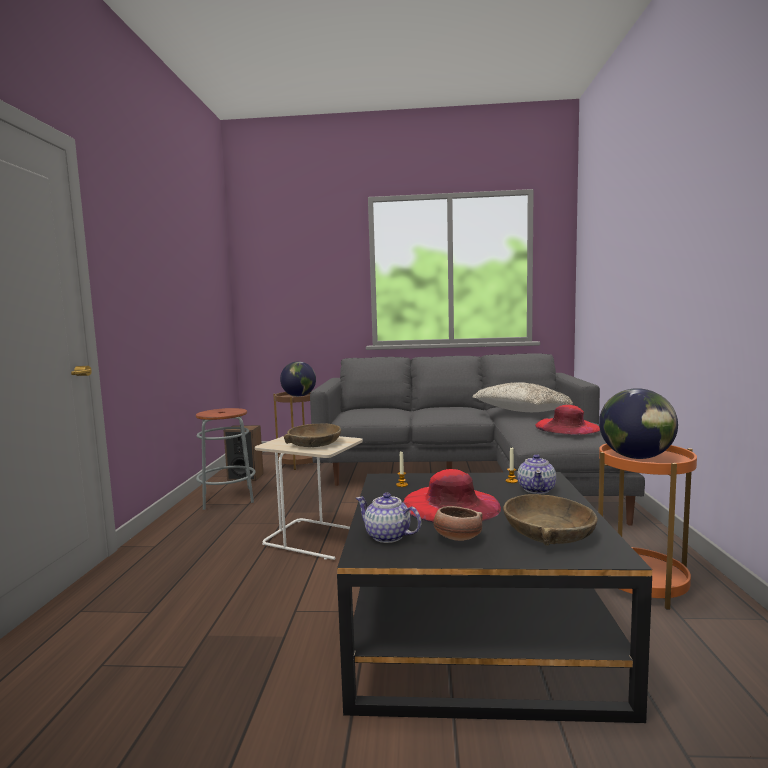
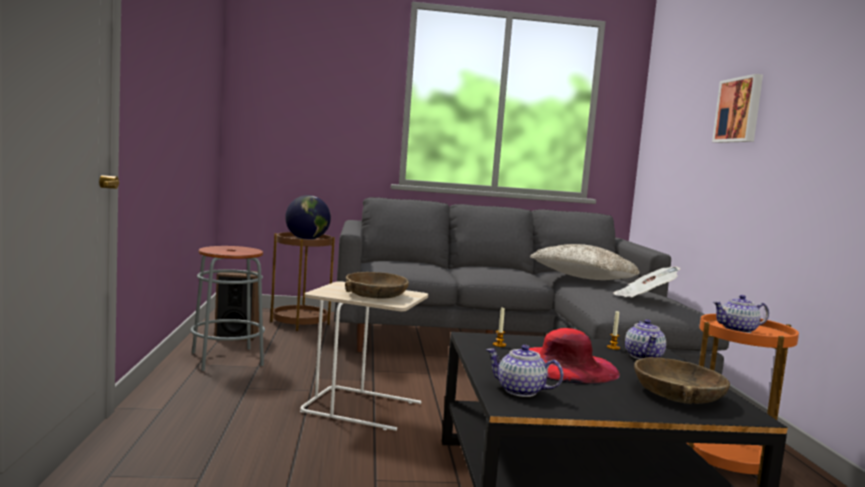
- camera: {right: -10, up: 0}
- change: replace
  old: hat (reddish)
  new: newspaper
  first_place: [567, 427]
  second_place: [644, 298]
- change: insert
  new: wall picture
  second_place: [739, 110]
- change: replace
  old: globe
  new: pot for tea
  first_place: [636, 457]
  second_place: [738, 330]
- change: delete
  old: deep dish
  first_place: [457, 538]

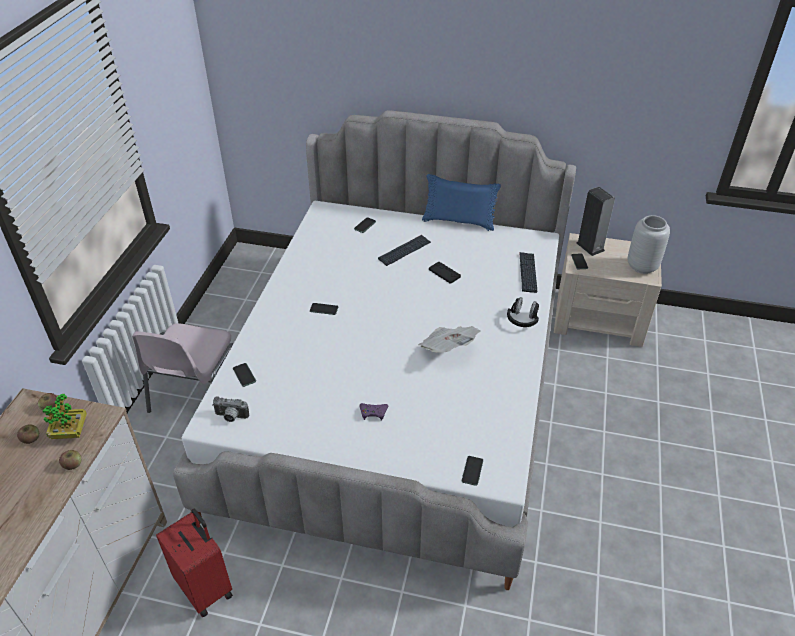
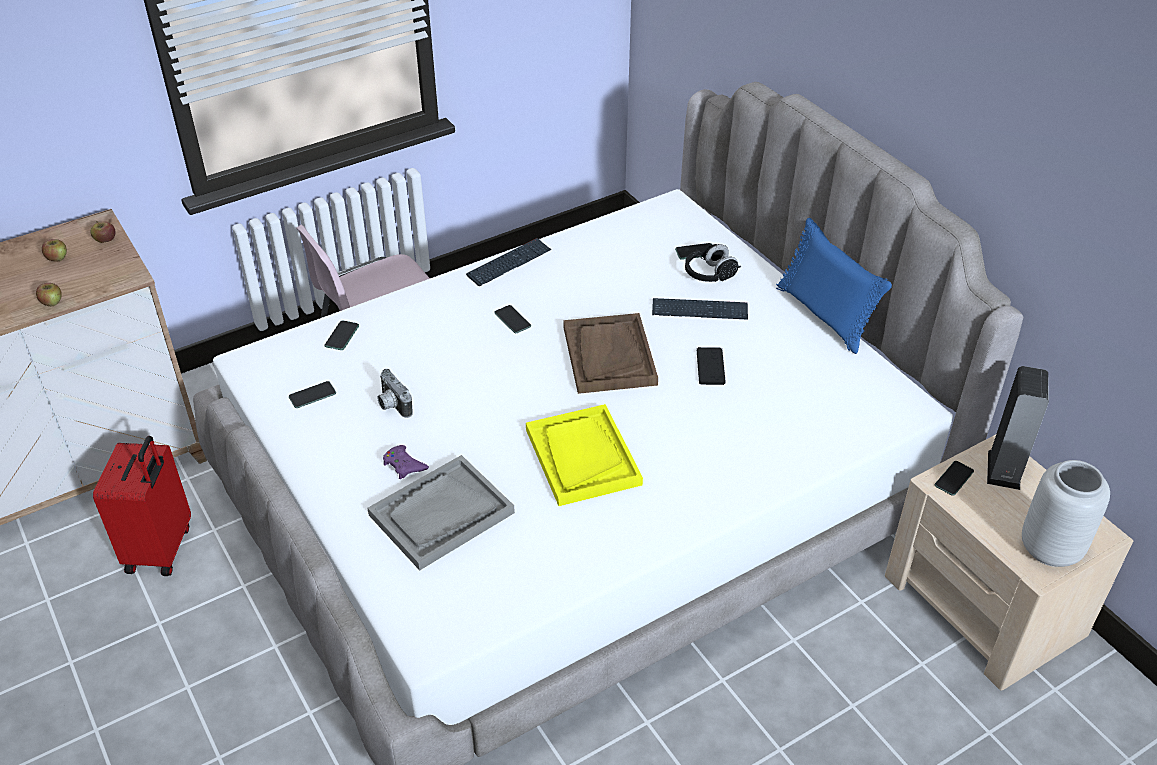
- camera: {right: 45, up: 0}
- change: move
  old: handset
  first_place: [472, 471]
  second_place: [312, 395]
- change: insert
  new: tray (gray)
  second_place: [441, 514]
- change: move
  old: photo camera
  first_place: [231, 417]
  second_place: [392, 405]
- change: move
  old: PC keyboard
  first_place: [527, 273]
  second_place: [509, 263]
- change: replace
  old: newspaper
  new: tray (yellow-coloured)
  first_place: [448, 349]
  second_place: [582, 457]
- change: insert
  new: tray (brownish)
  second_place: [609, 355]
- change: move
  old: headphones (black)
  first_place: [522, 320]
  second_place: [710, 275]
- change: delete
  old: houseplant
  first_place: [70, 432]

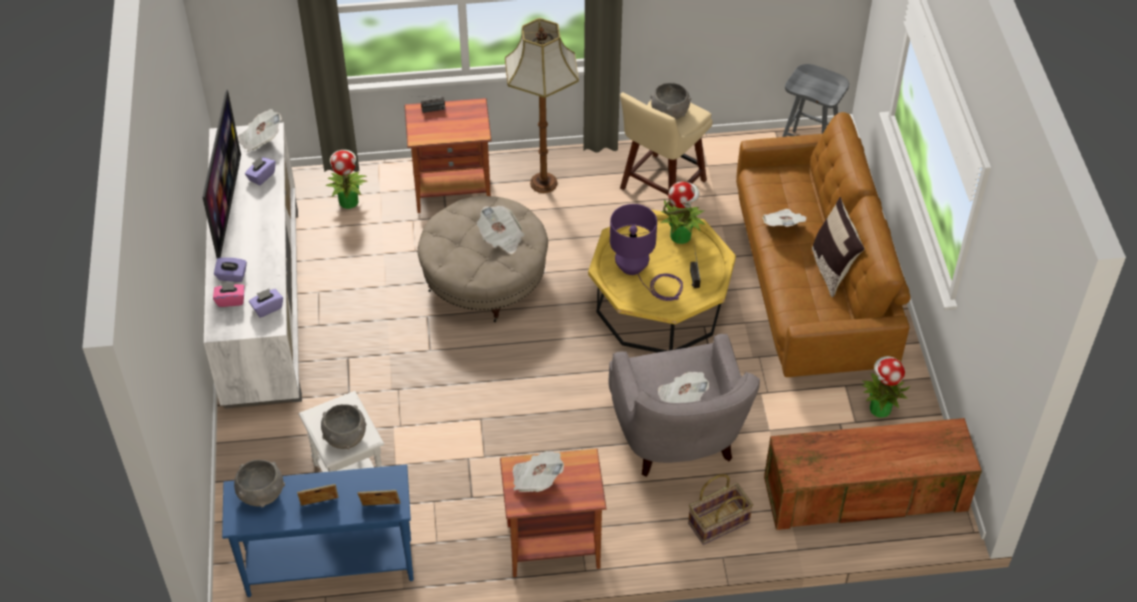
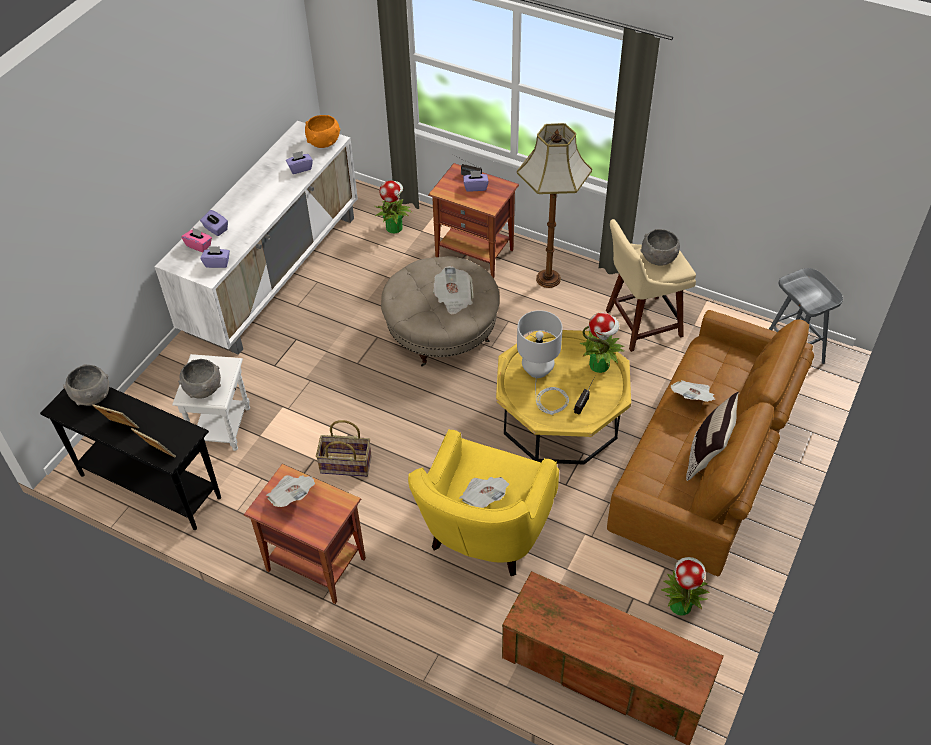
- camera: {right: 35, up: 0}
- change: recolor
  old: hall table (bluish)
  new: hall table (black)
  first_place: [329, 569]
  second_place: [148, 487]
- change: replace
  old: newspaper
  new: deep dish (orangey)
  first_place: [260, 139]
  second_place: [323, 142]
- change: move
  old: basket
  first_place: [719, 524]
  second_place: [345, 465]
- change: recolor
  old: easy chair (gray)
  new: easy chair (yellow-coloured)
  first_place: [678, 439]
  second_place: [484, 534]
- change: insert
  new: tissue box (purple-coloured)
  second_place: [475, 187]
- change: recolor
  old: lamp for a table (purple-coloured)
  new: lamp for a table (white)
  first_place: [645, 275]
  second_place: [543, 382]
- change: delete
  old: TV
  first_place: [227, 206]

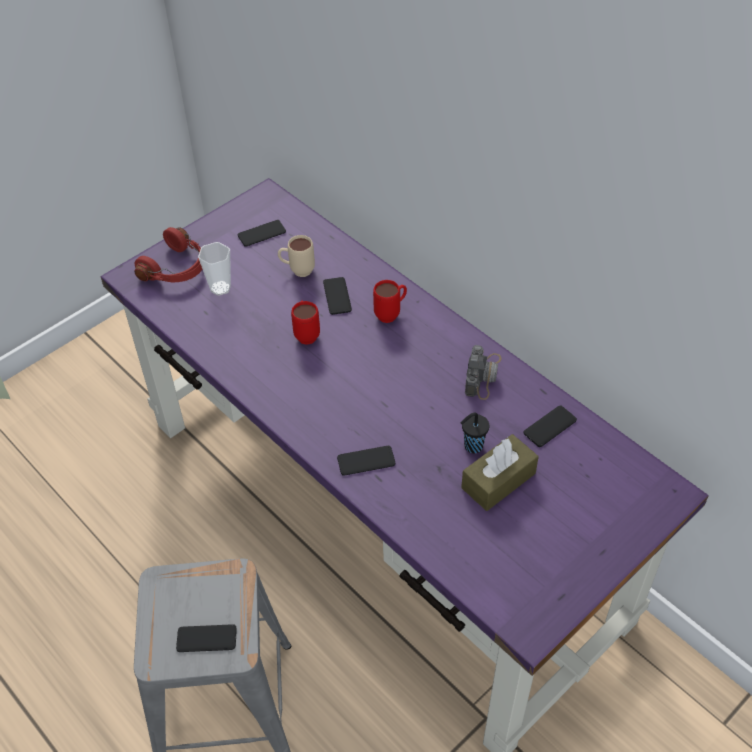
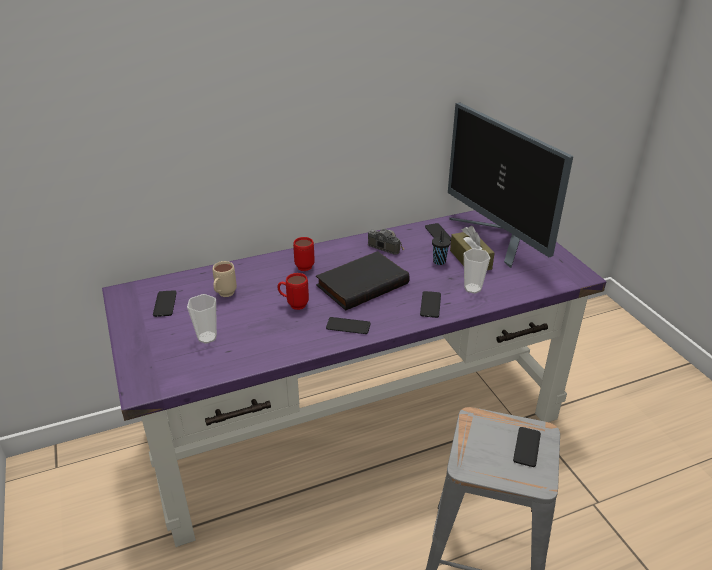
- camera: {right: -70, up: -15}
- change: insert
  new: book (black)
  second_place: [361, 283]
- change: move
  old: handset
  first_place: [337, 296]
  second_place: [348, 326]
- change: insert
  new: computer screen
  second_place: [497, 239]
- change: insert
  new: drinking cup
  second_place: [472, 288]
- change: delete
  old: headphones (reddish)
  first_place: [176, 269]

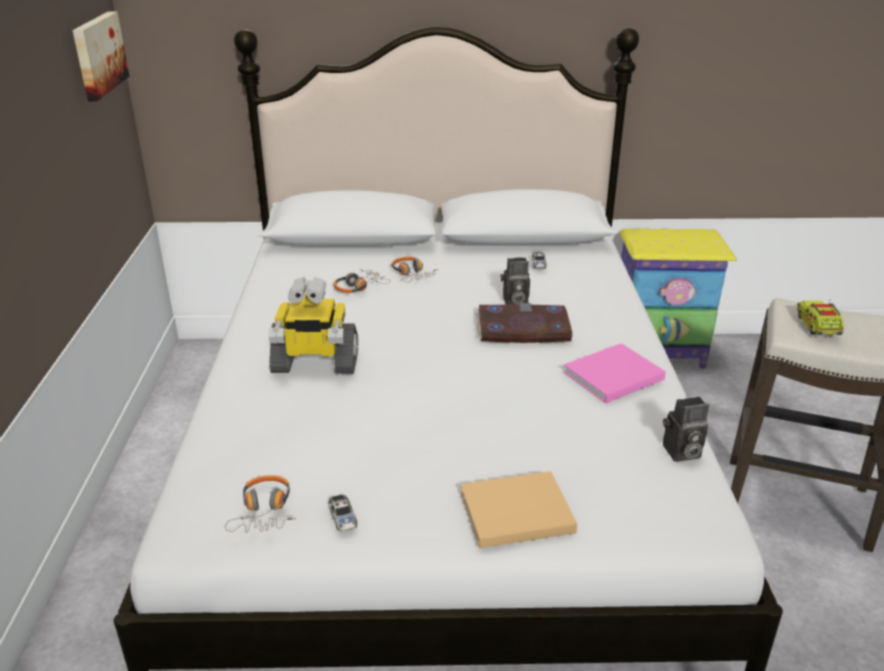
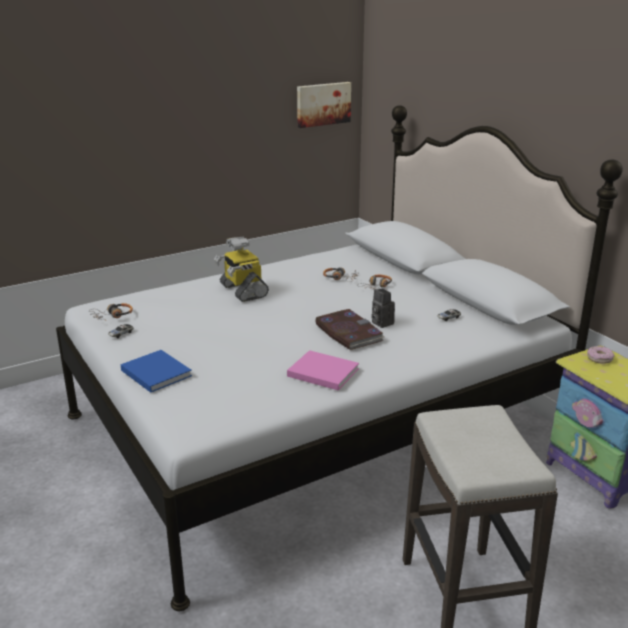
- camera: {right: 60, up: -5}
- change: recolor
  old: book (sand-coloured)
  new: book (bluish)
  first_place: [513, 513]
  second_place: [155, 372]
- change: insert
  new: doughnut
  second_place: [599, 358]
- change: delete
  old: photo camera
  first_place: [680, 453]
- change: delete
  old: toy truck
  first_place: [817, 326]

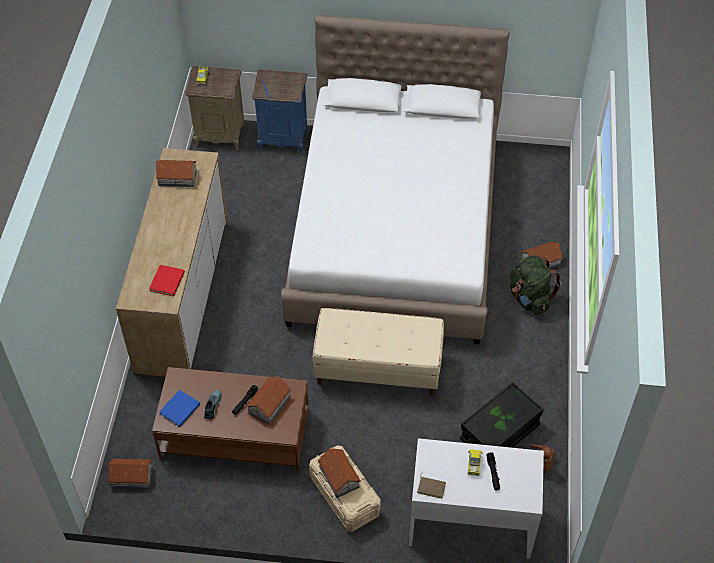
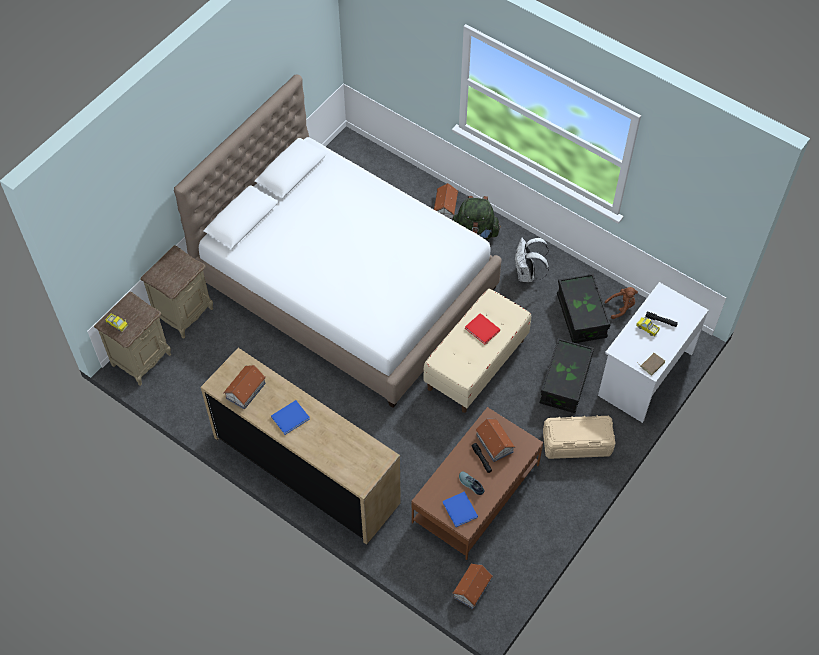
- camera: {right: -60, up: 5}
- change: recolor
  old: bedside table (bluish)
  new: bedside table (sand-coloured)
  first_place: [283, 139]
  second_place: [185, 314]
- change: insert
  new: book (bluish)
  second_place: [291, 417]
- change: move
  old: book (reddish)
  first_place: [166, 282]
  second_place: [483, 330]
- change: insert
  new: backpack (white)
  second_place: [527, 274]
- change: insert
  new: storage bin (black)
  second_place: [565, 383]
- change: delete
  old: toy house
  first_place: [339, 476]

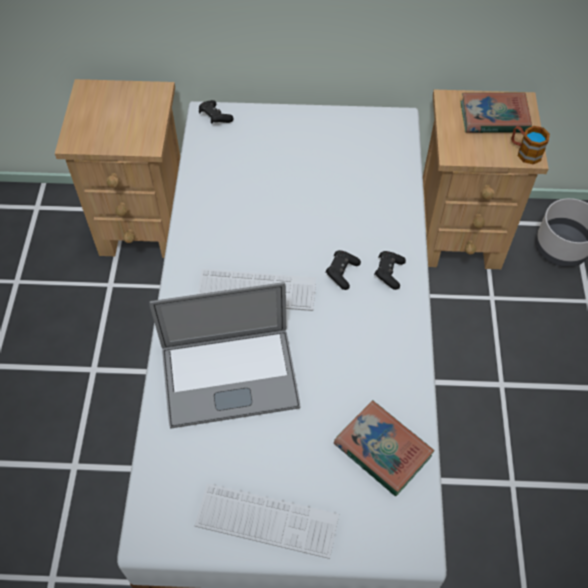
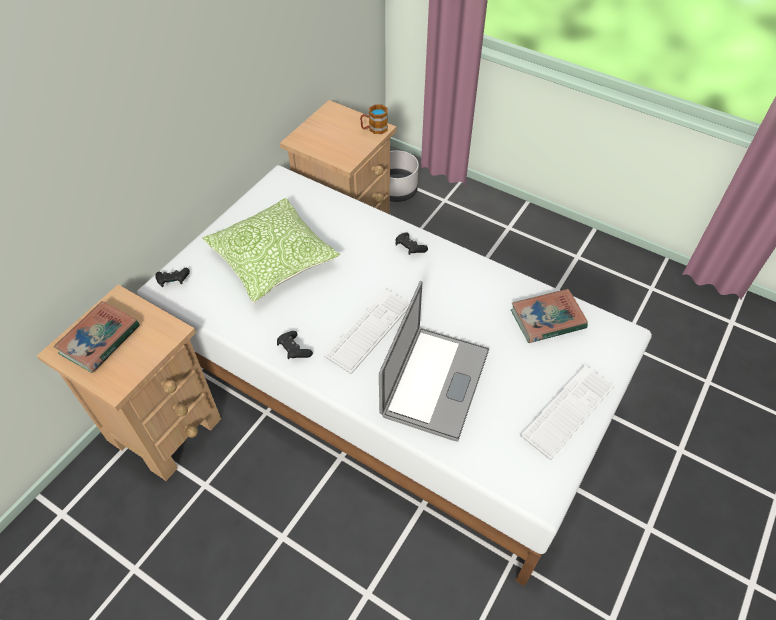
- camera: {right: -60, up: -5}
- change: move
  old: book
  first_place: [494, 117]
  second_place: [99, 339]
- change: insert
  new: cushion
  second_place: [273, 259]
- change: move
  old: joypad (black)
  first_place: [341, 273]
  second_place: [294, 350]

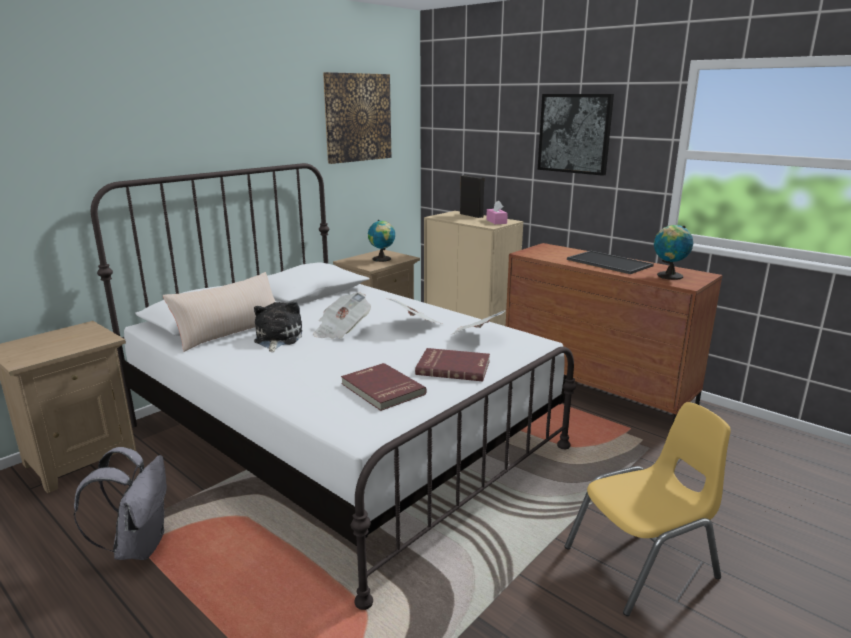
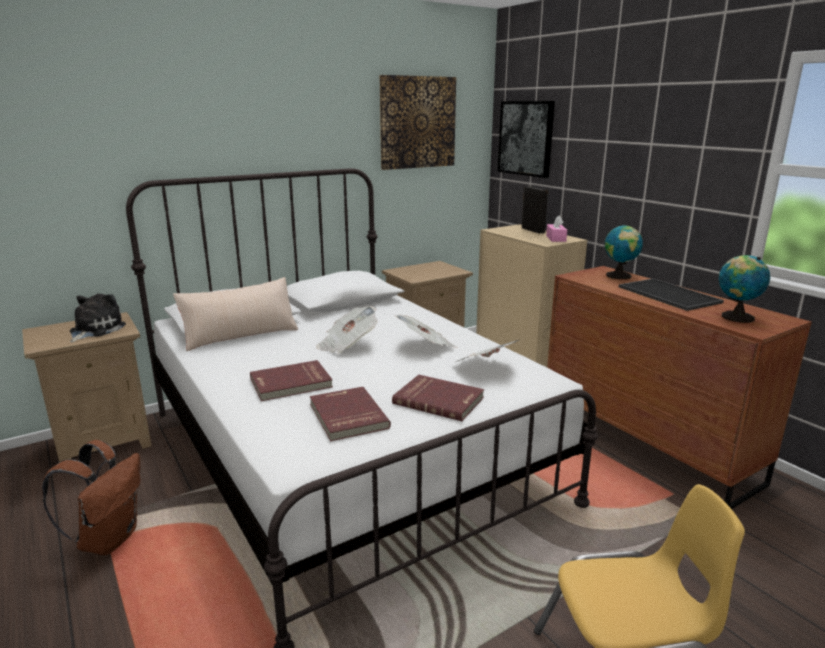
- camera: {right: 15, up: 0}
- change: recolor
  old: backpack (gray)
  new: backpack (brownish)
  first_place: [139, 545]
  second_place: [109, 539]
- change: move
  old: soft toy
  first_place: [277, 339]
  second_place: [95, 330]
- change: insert
  new: book (reddish)
  second_place: [291, 383]
- change: move
  old: wall picture
  first_place: [574, 133]
  second_place: [526, 138]
- change: move
  old: globe
  first_place: [382, 259]
  second_place: [619, 276]

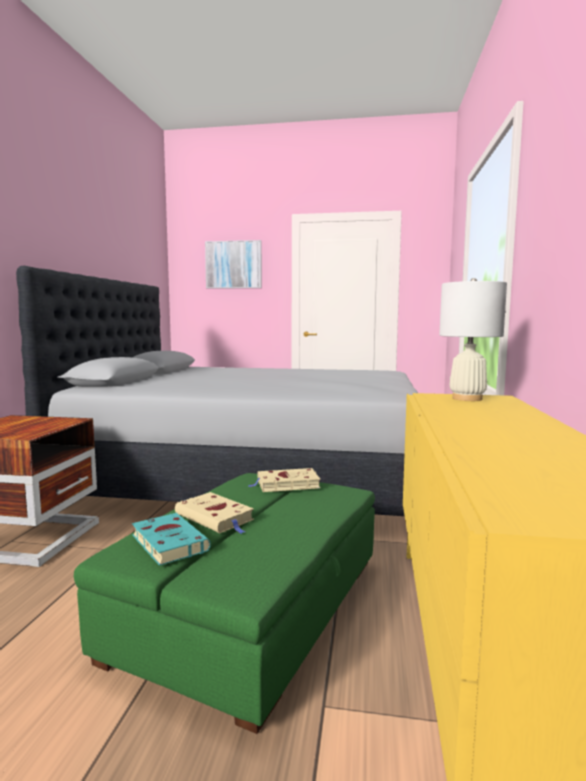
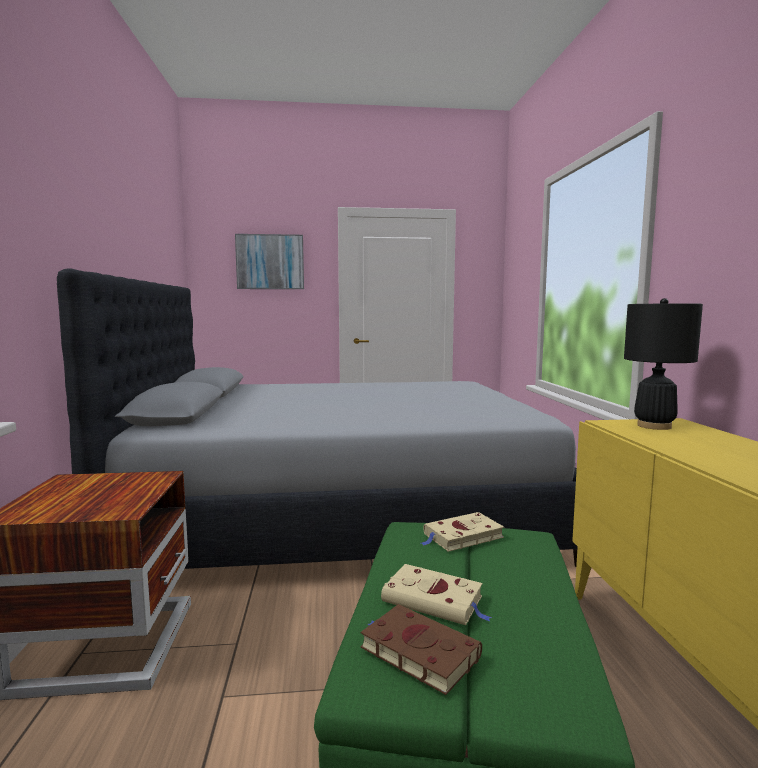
- camera: {right: -15, up: 0}
- change: recolor
  old: book (blue-green)
  new: book (brownish)
  first_place: [168, 542]
  second_place: [416, 651]
- change: recolor
  old: lamp for a table (white)
  new: lamp for a table (black)
  first_place: [467, 398]
  second_place: [654, 426]

